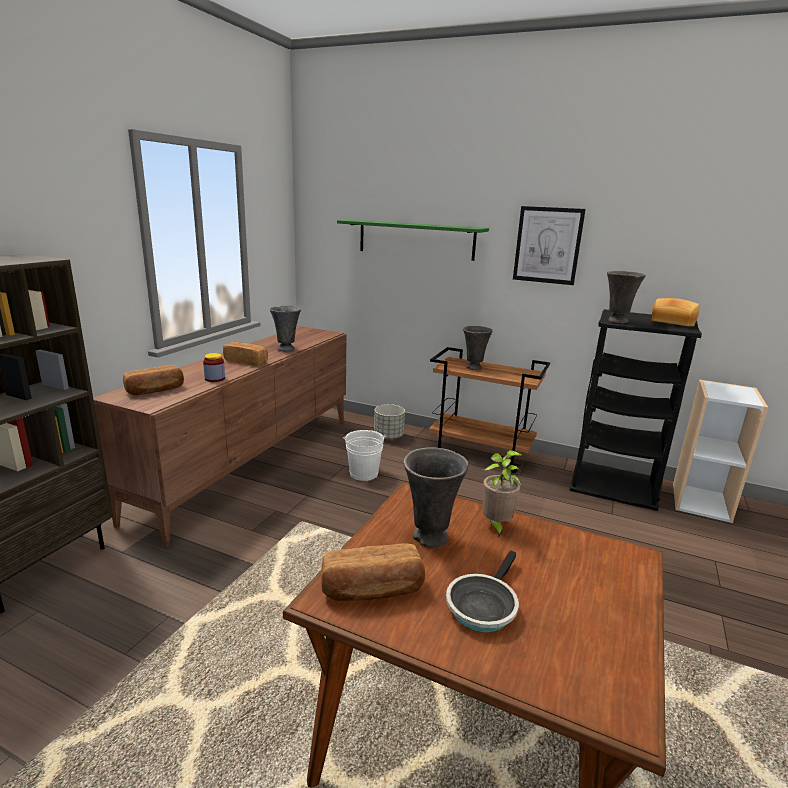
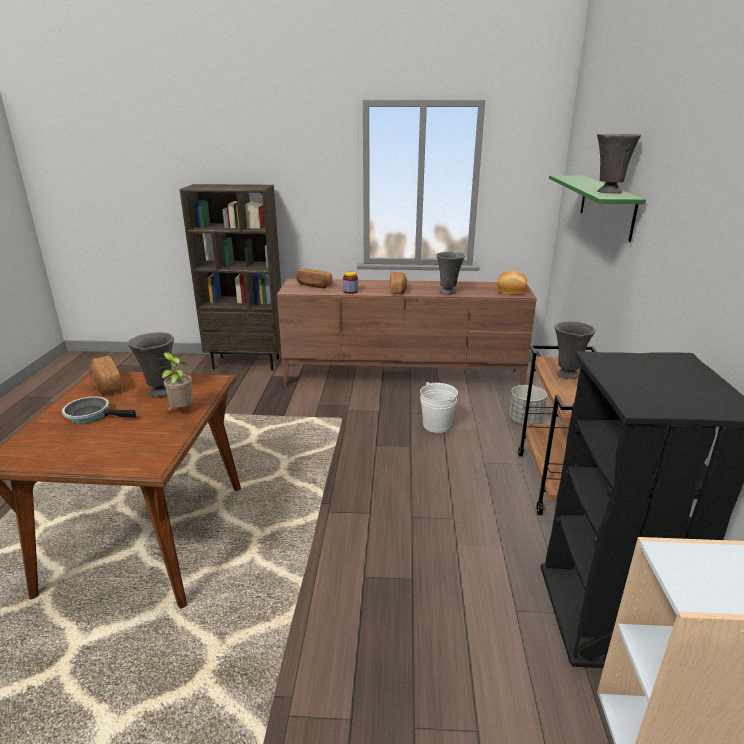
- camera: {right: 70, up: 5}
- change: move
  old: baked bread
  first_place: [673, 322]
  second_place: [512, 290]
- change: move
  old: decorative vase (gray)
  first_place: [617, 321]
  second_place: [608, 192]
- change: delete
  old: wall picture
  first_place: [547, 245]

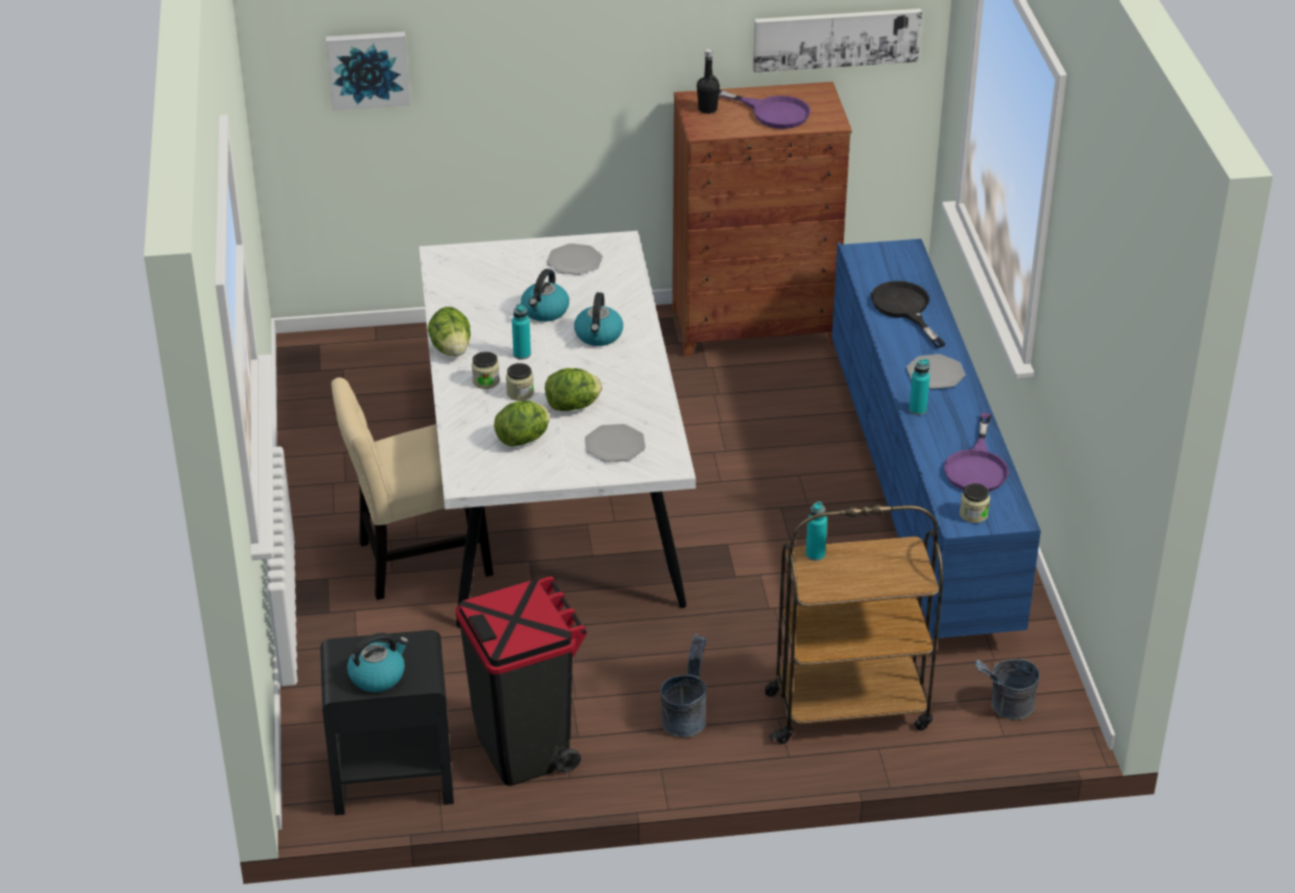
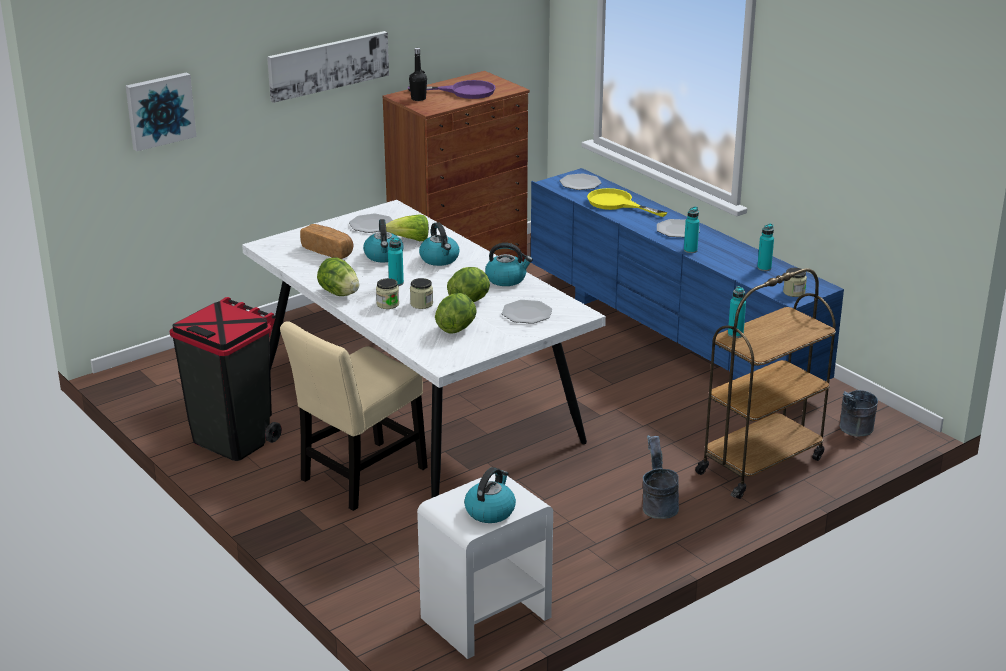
- camera: {right: -30, up: -10}
- change: move
  old: trash can (black)
  first_place: [524, 748]
  second_place: [233, 439]
- change: move
  old: wall picture
  first_place: [836, 38]
  second_place: [328, 65]
- change: insert
  new: baked bread
  second_place: [328, 251]
- change: insert
  new: lettuce
  second_place: [410, 240]
- change: recolor
  old: bedside table (black)
  new: bedside table (white)
  first_place: [391, 777]
  second_place: [485, 618]
- change: insert
  new: tea kettle
  second_place: [506, 279]
- change: insert
  new: dinner plate
  second_place: [580, 183]
- change: recolor
  old: skillet (black)
  new: skillet (yellow-coloured)
  first_place: [905, 309]
  second_place: [617, 203]
- change: replace
  old: skillet (purple-coloured)
  new: beverage bottle (blue-green)
  first_place: [977, 466]
  second_place: [764, 268]

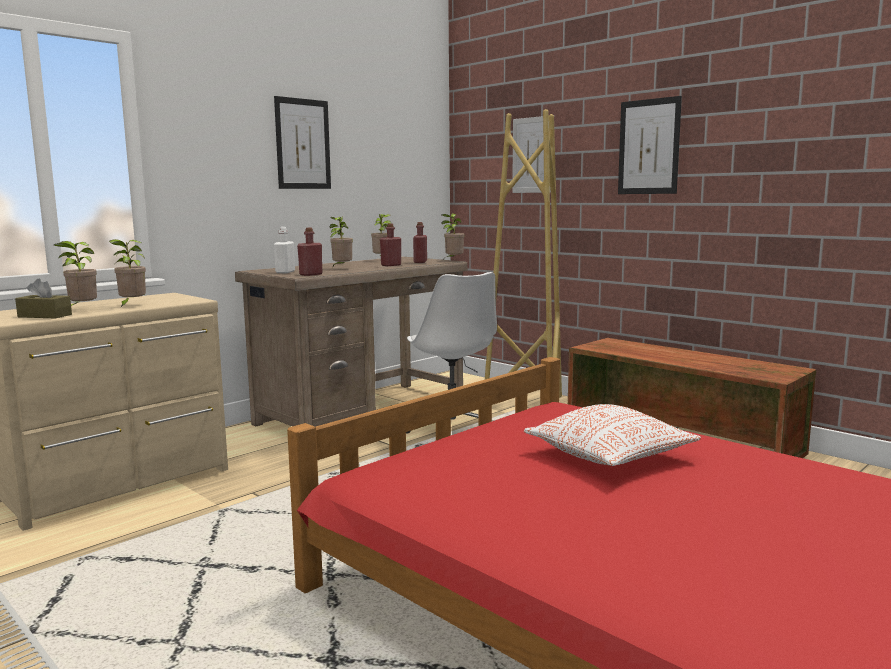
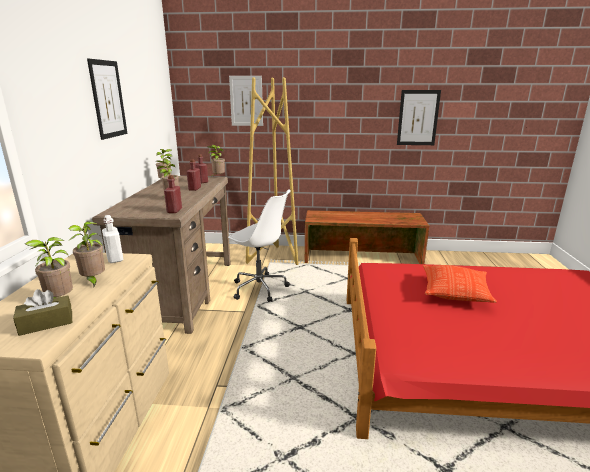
- camera: {right: -40, up: 10}
- change: move
  old: beverage bottle (white)
  first_place: [285, 272]
  second_place: [115, 259]
- change: move
  old: wall picture
  first_place: [648, 147]
  second_place: [418, 118]
- change: recolor
  old: cushion (white)
  new: cushion (orangey)
  first_place: [609, 456]
  second_place: [455, 293]

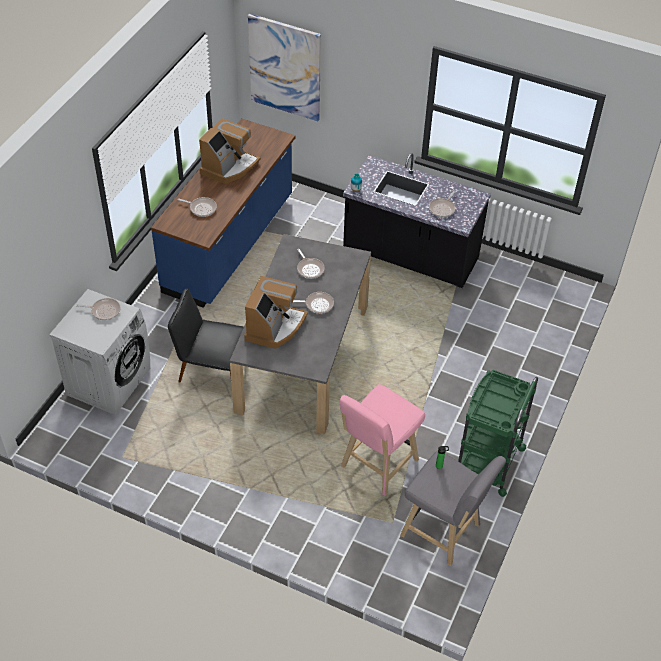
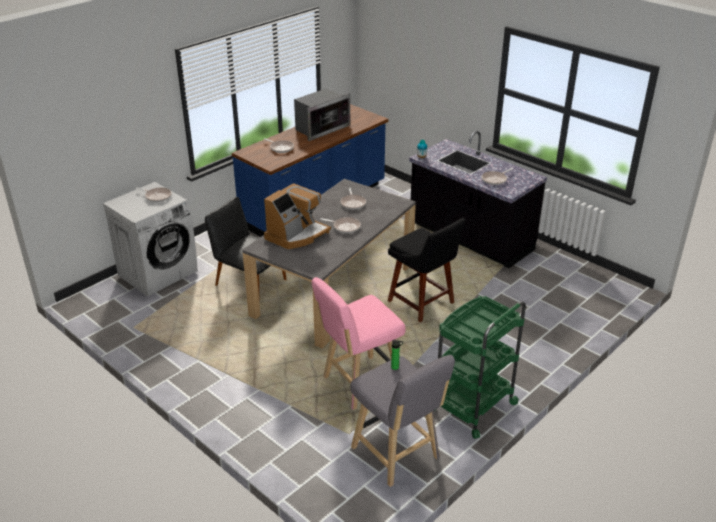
- camera: {right: 20, up: -15}
- change: replace
  old: coffee brewer
  new: microwave oven
  first_place: [229, 167]
  second_place: [321, 128]
- change: insert
  new: stool (black)
  second_place: [422, 304]
- change: delete
  old: wall picture
  first_place: [285, 67]

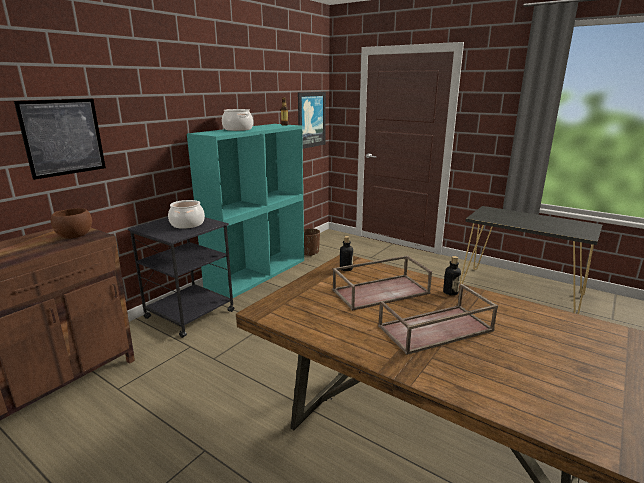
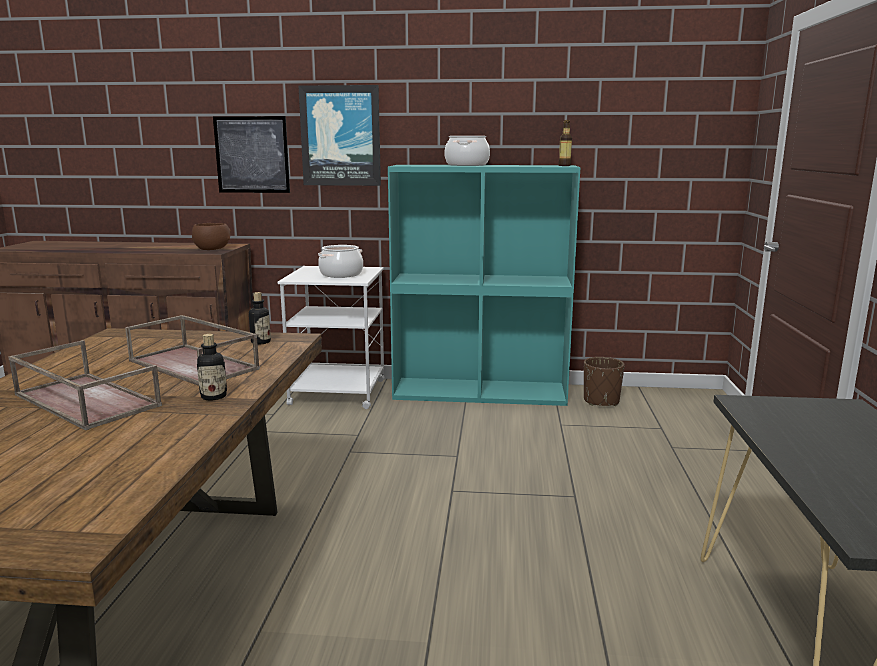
- camera: {right: 60, up: -5}
- change: recolor
  old: cart (black)
  new: cart (white)
  first_place: [190, 313]
  second_place: [339, 392]
- change: move
  old: wall picture
  first_place: [311, 119]
  second_place: [340, 136]

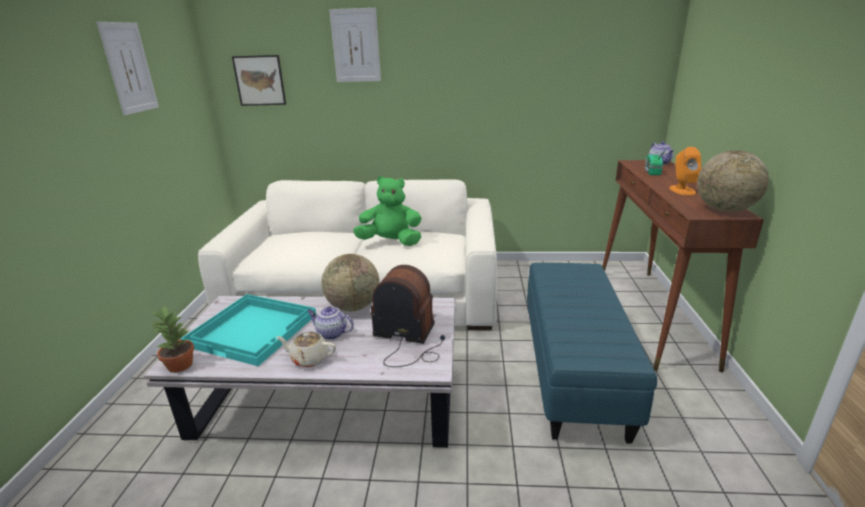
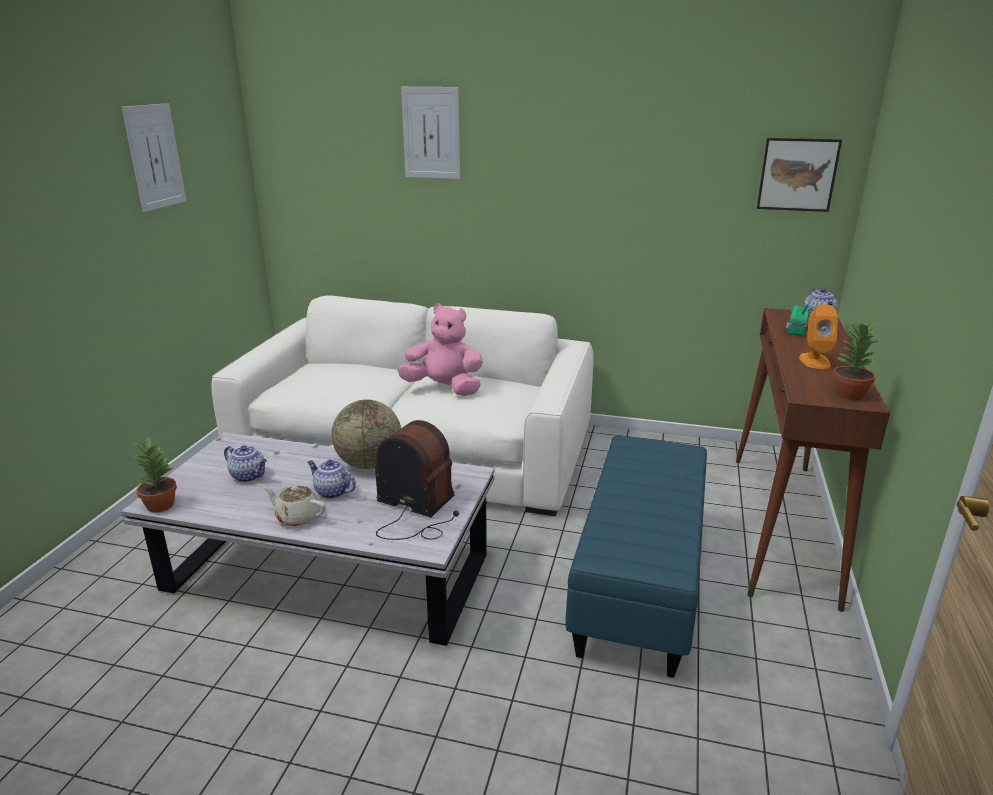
- camera: {right: 10, up: 0}
- change: replace
  old: tray (blue-green)
  new: pot for tea
  first_place: [254, 329]
  second_place: [249, 476]
- change: recolor
  old: soft toy (green-coloured)
  new: soft toy (pinkish)
  first_place: [391, 242]
  second_place: [444, 388]
- change: move
  old: wall picture
  first_place: [259, 80]
  second_place: [797, 174]
- change: replace
  old: globe
  new: houseplant
  first_place: [724, 210]
  second_place: [848, 394]

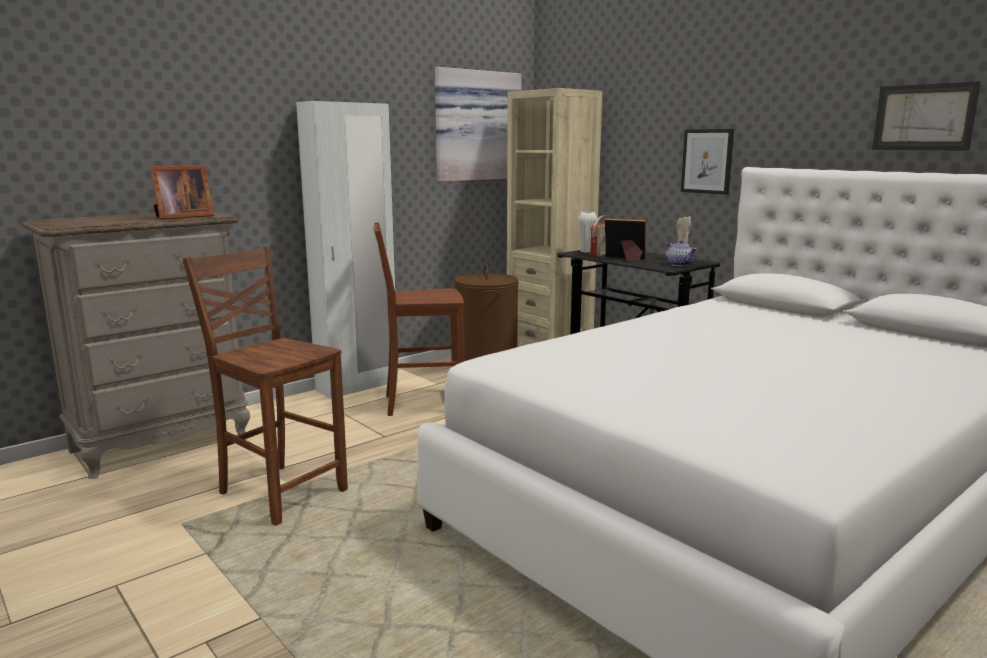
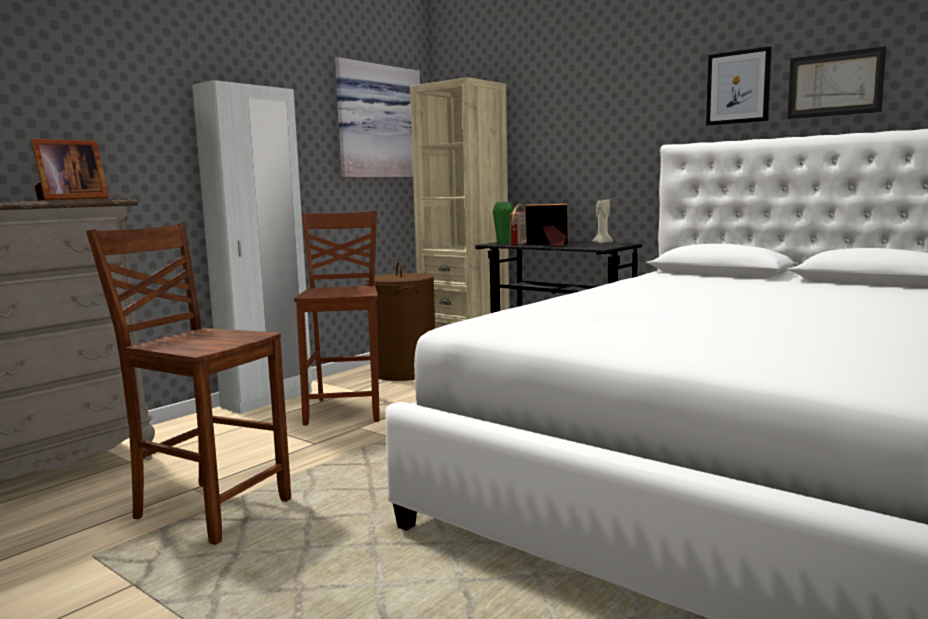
- camera: {right: -10, up: -5}
- change: rotate
  old: plain chair (brownish)
  first_place: [422, 403]
  second_place: [346, 409]
  degrees: 105
- change: recolor
  old: decorative vase (white)
  new: decorative vase (green-coloured)
  first_place: [586, 251]
  second_place: [503, 242]
- change: move
  old: wall picture
  first_place: [707, 161]
  second_place: [738, 87]
- change: delete
  old: pot for tea
  first_place: [679, 264]

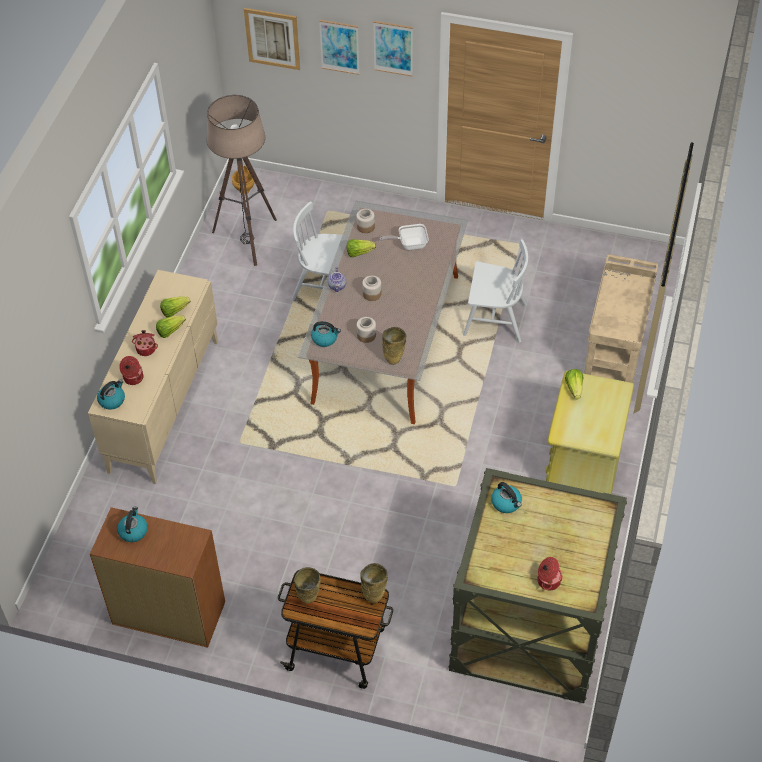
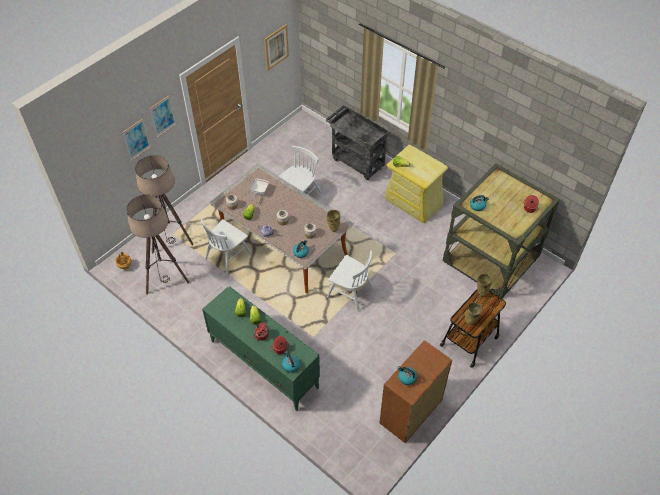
- camera: {right: -65, up: 0}
- change: insert
  new: floor lamp
  second_place: [171, 239]
- change: recolor
  old: chest of drawers (sand-coloured)
  new: chest of drawers (green-coloured)
  first_place: [164, 404]
  second_place: [263, 364]
- change: move
  old: wall picture
  first_place: [272, 38]
  second_place: [276, 47]
- change: recolor
  old: cart (sand-coloured)
  new: cart (black)
  first_place: [612, 362]
  second_place: [355, 164]
- change: insert
  new: plain chair (white)
  second_place: [350, 292]

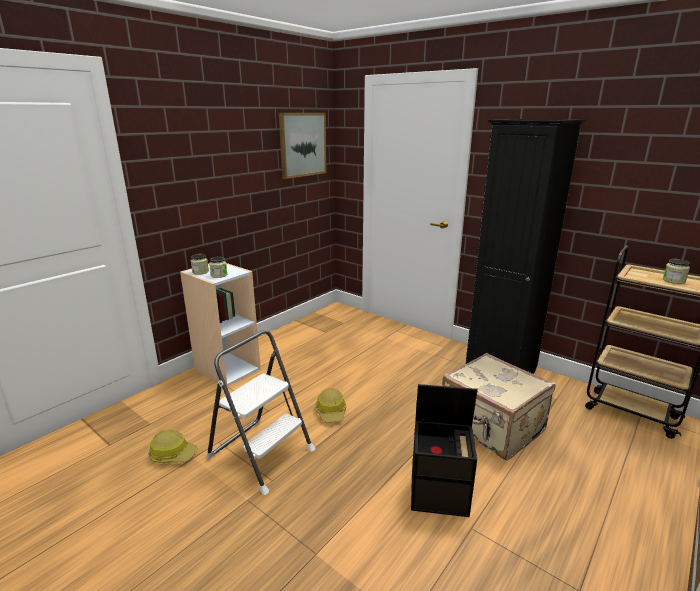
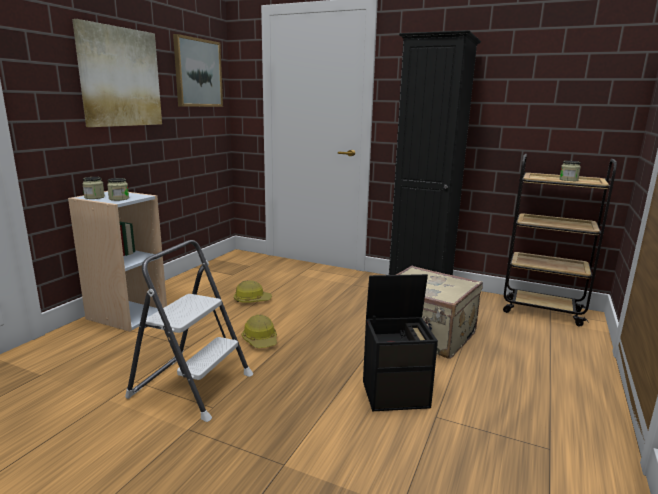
- camera: {right: -15, up: -5}
- change: insert
  new: wall picture
  second_place: [120, 77]
- change: move
  old: hard hat
  first_place: [173, 454]
  second_place: [252, 300]

